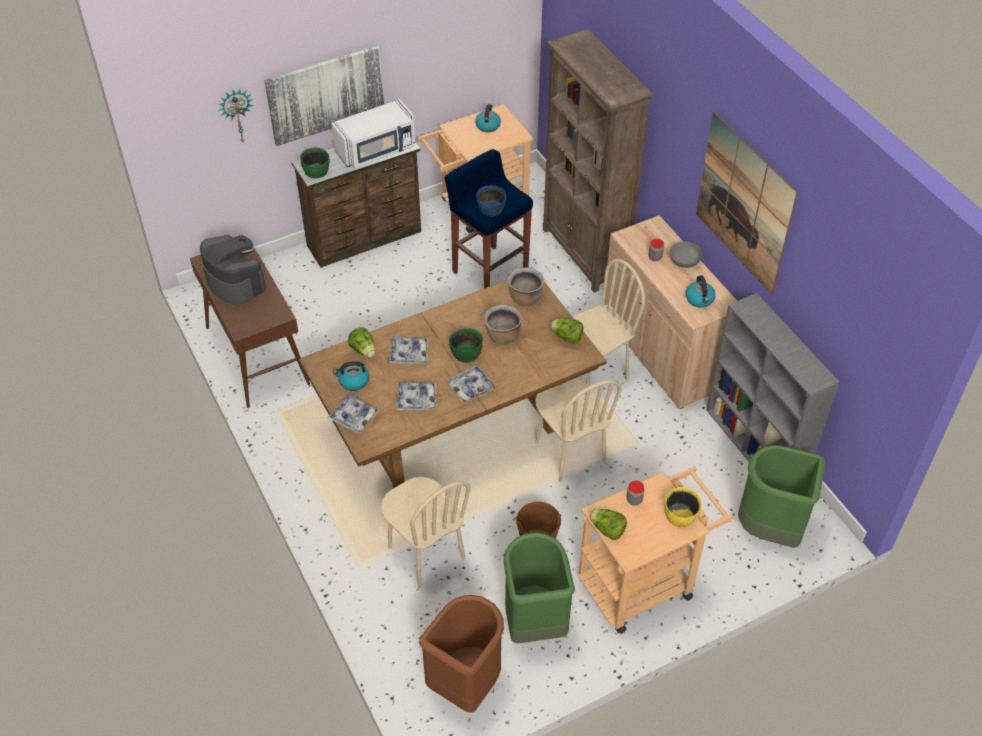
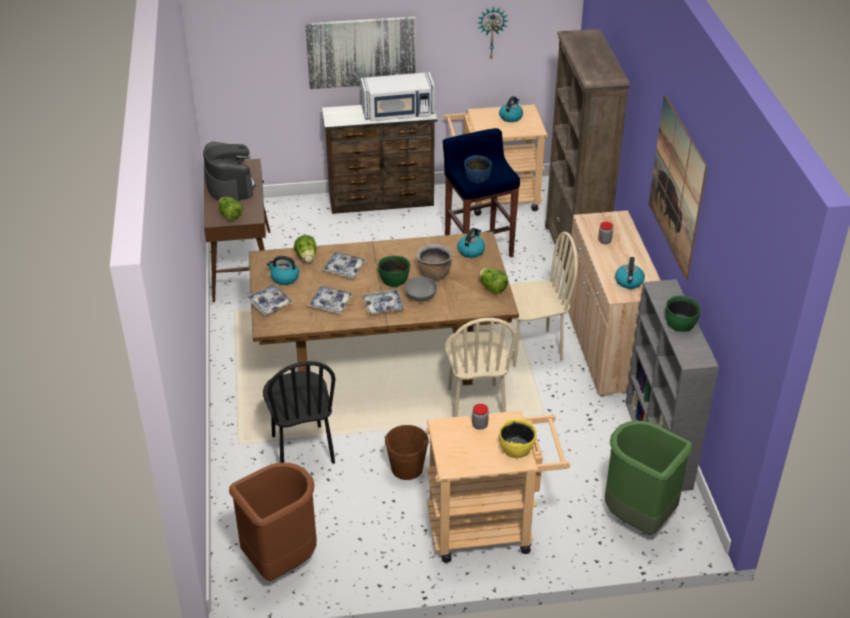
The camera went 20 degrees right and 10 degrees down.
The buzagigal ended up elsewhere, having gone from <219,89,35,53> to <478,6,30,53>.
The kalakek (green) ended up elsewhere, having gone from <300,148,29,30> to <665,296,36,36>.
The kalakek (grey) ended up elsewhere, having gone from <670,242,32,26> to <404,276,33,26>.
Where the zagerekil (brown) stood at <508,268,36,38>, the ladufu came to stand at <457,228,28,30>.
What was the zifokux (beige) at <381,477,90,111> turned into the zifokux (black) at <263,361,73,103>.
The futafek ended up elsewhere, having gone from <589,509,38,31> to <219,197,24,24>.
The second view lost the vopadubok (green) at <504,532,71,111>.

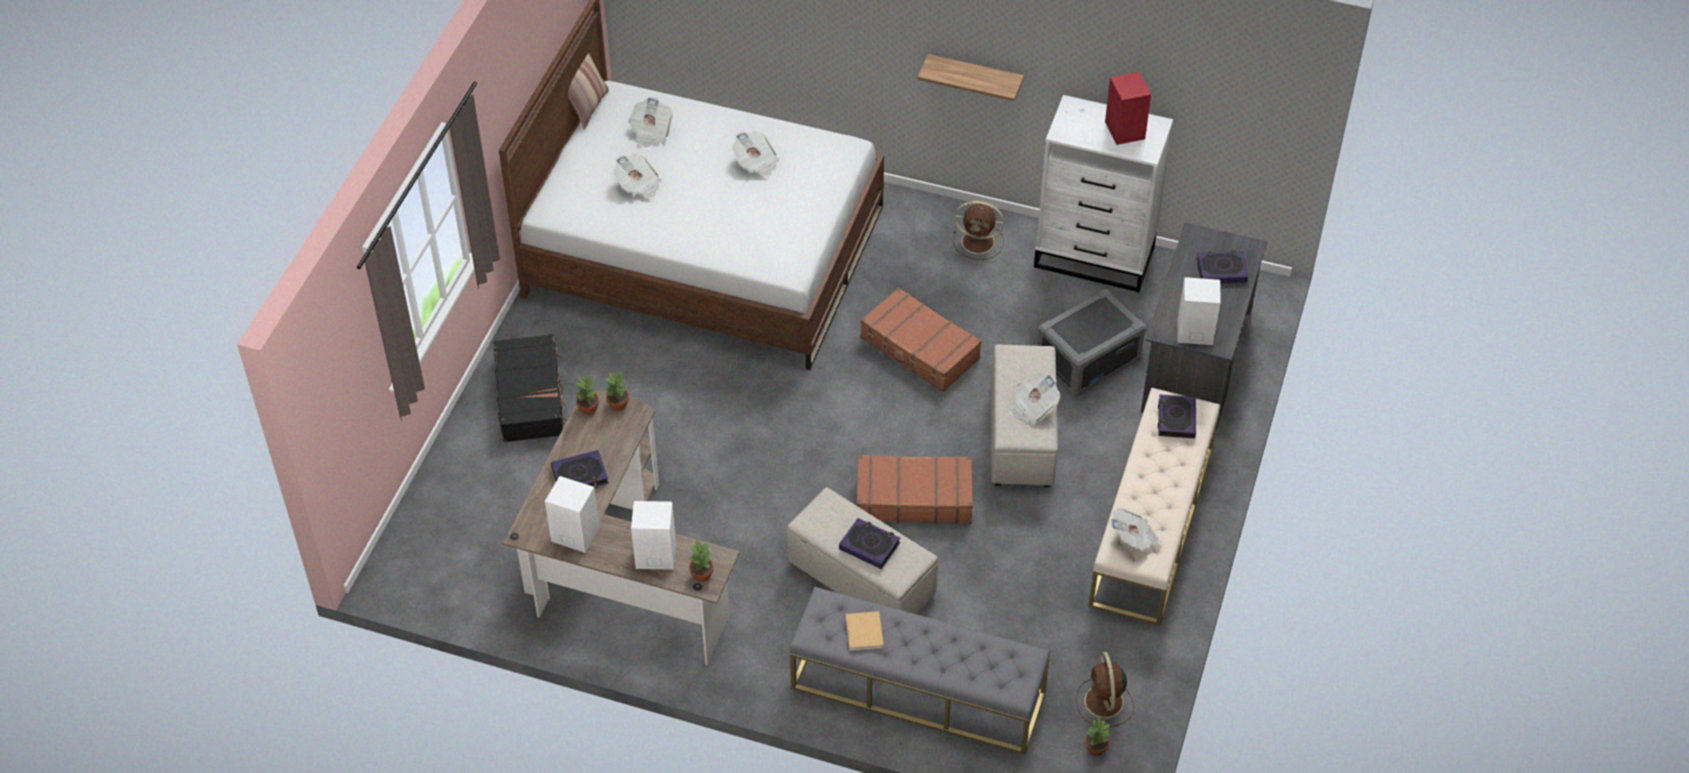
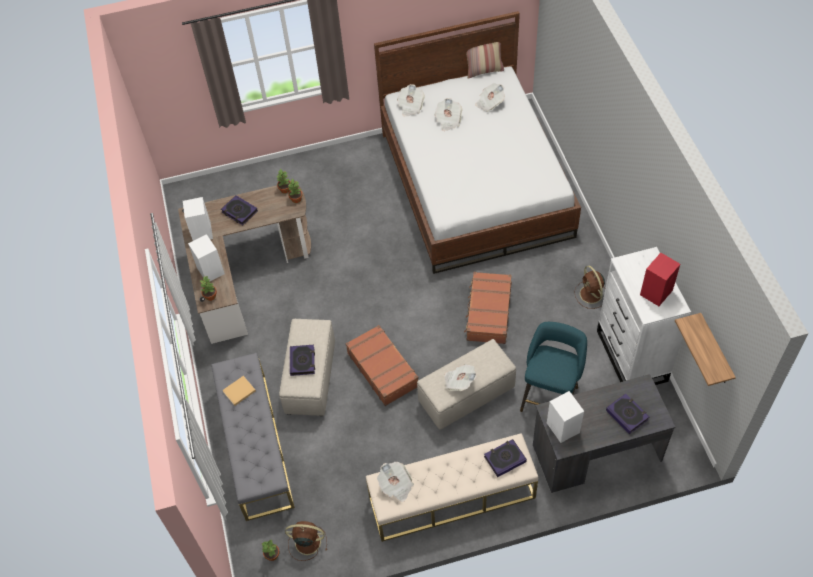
The camera went 60 degrees right and 5 degrees up.
The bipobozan ended up elsewhere, having gone from <917,54,107,47> to <675,313,61,73>.
The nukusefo ended up elsewhere, having gone from <732,131,47,47> to <397,84,28,33>.
Where the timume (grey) stood at <1038,289,108,109>, the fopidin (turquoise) came to stand at <520,322,67,90>.
The second view lost the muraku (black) at <494,334,73,109>.
The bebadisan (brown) at <1076,652,58,75> ended up facing another way, 45 degrees clockwise from before.

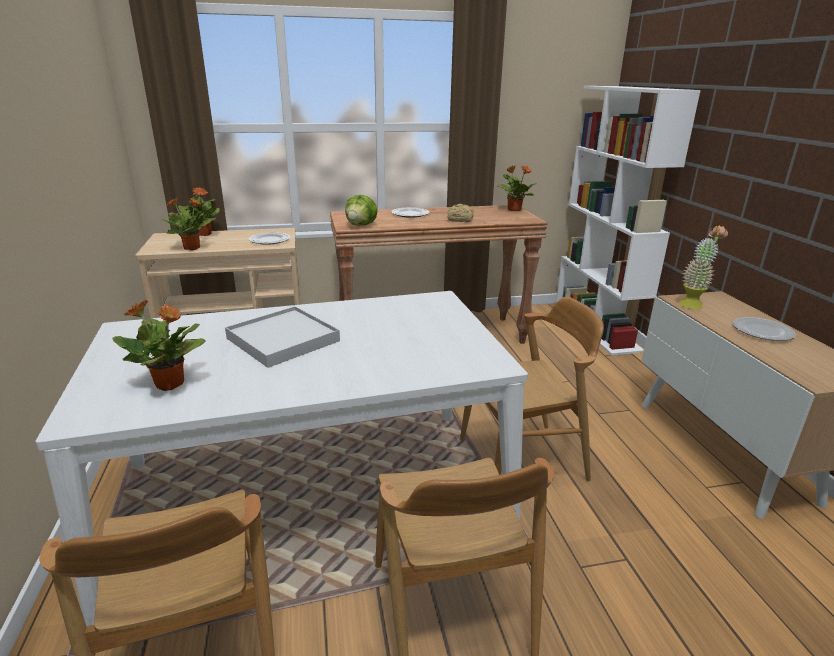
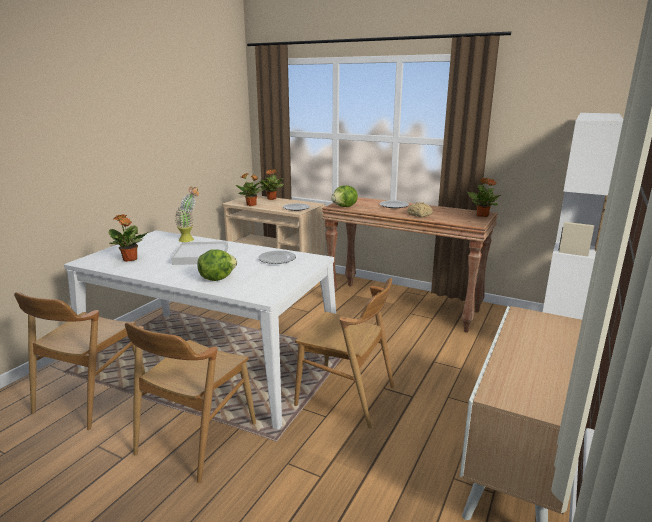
The camera went 40 degrees right and 5 degrees down.
The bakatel ended up elsewhere, having gone from <679,225,49,84> to <175,187,24,55>.
The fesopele ended up elsewhere, having gone from <733,317,63,24> to <258,251,38,13>.
The second view gained the futafek at <197,249,40,32>.

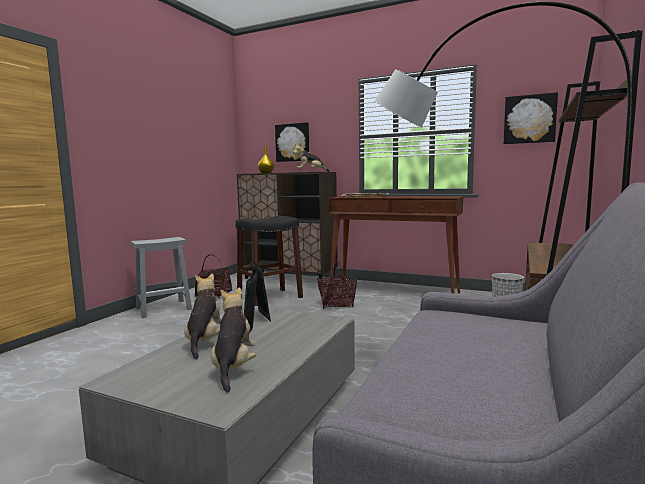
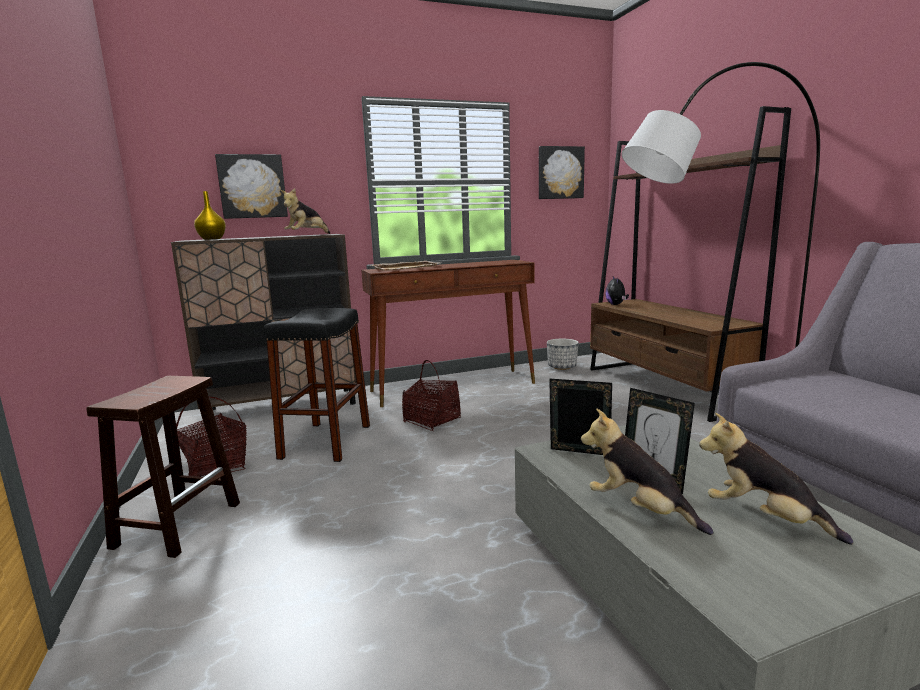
The camera went 45 degrees left and 5 degrees up.
What was the fopidin (grey) at <131,237,61,81> turned into the fopidin (brown) at <86,376,154,182>.
The second view gained the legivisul at <605,276,24,29>.

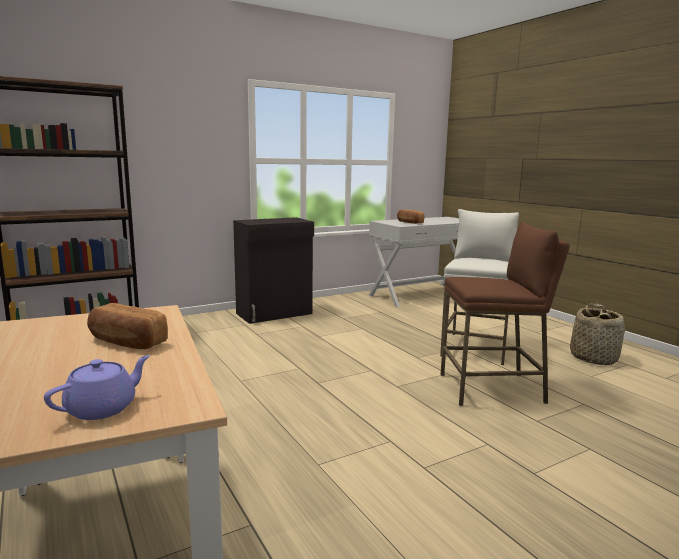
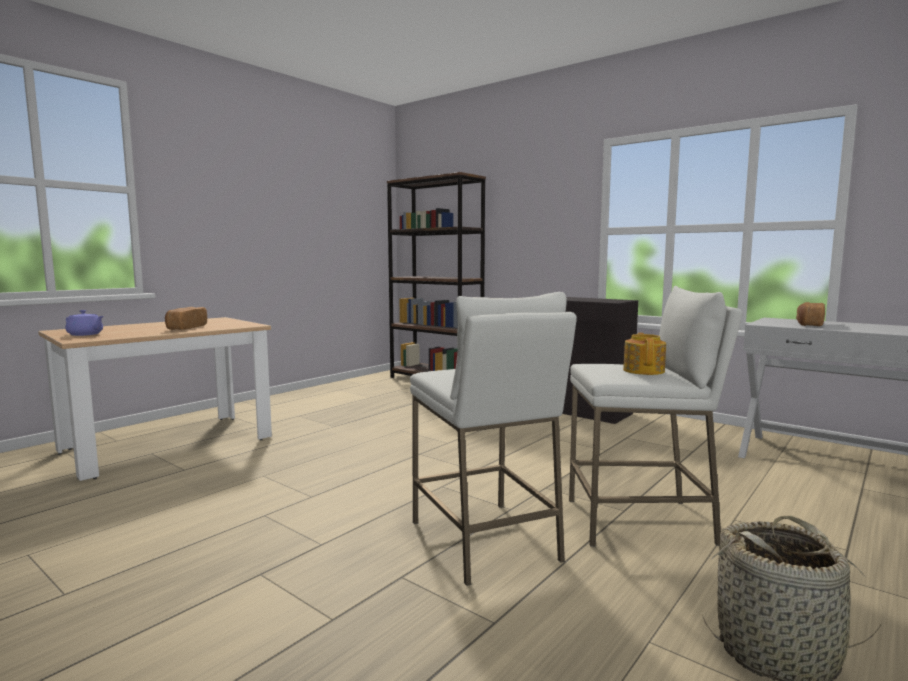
The camera went 70 degrees right and 5 degrees down.
What was the fopidin (brown) at <440,221,130,185> turned into the fopidin (white) at <410,292,167,294>.
The second view gained the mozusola at <623,333,43,42>.

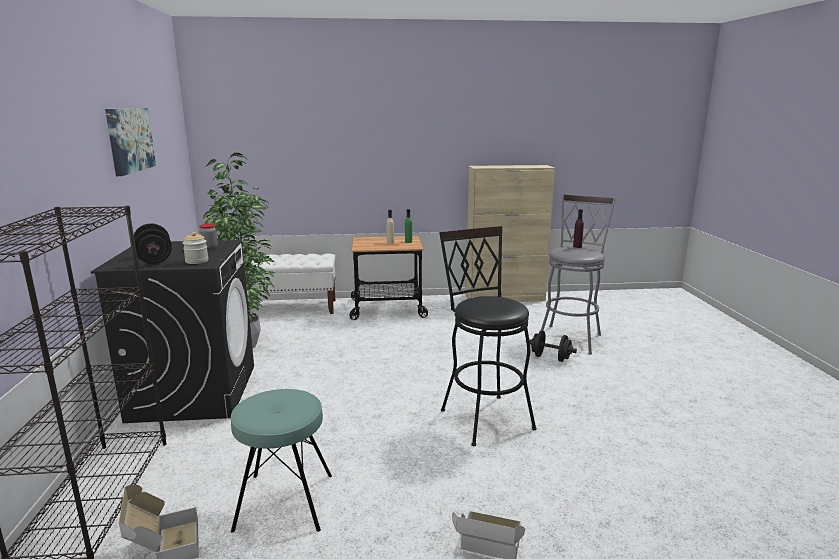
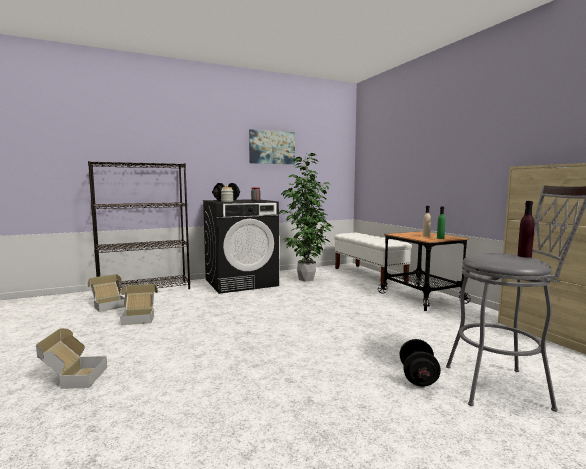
The camera went 70 degrees right and 10 degrees down.
The second view lost the fopidin (black) at <439,226,98,220>.
Where the fopidin (turquoise) stood at <231,389,101,143>, the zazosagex came to stand at <120,284,38,41>.

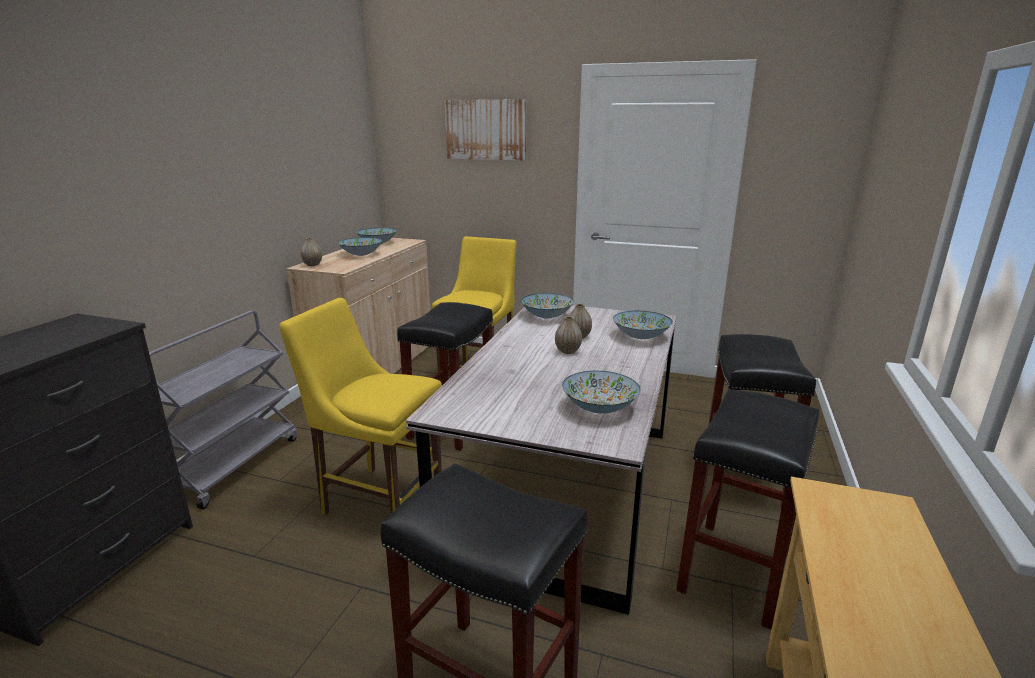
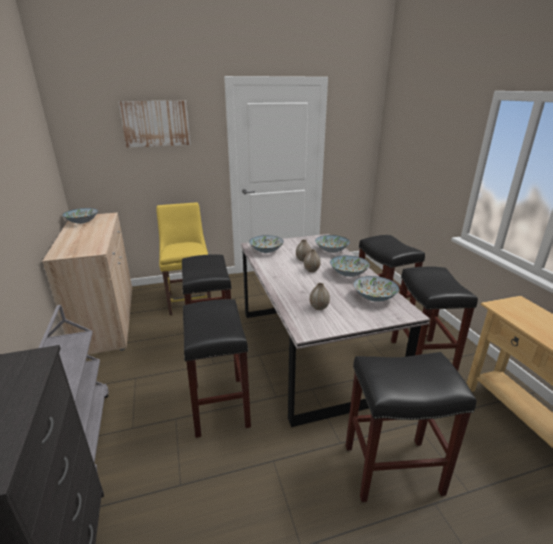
The camera went 35 degrees left and 5 degrees up.
The kalakek ended up elsewhere, having gone from <338,237,44,19> to <330,255,40,22>.
The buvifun ended up elsewhere, having gone from <301,238,21,28> to <309,283,21,27>.
Where the zifokux (yellow) stood at <279,298,163,217>, the fopidin (black) came to stand at <183,299,68,139>.

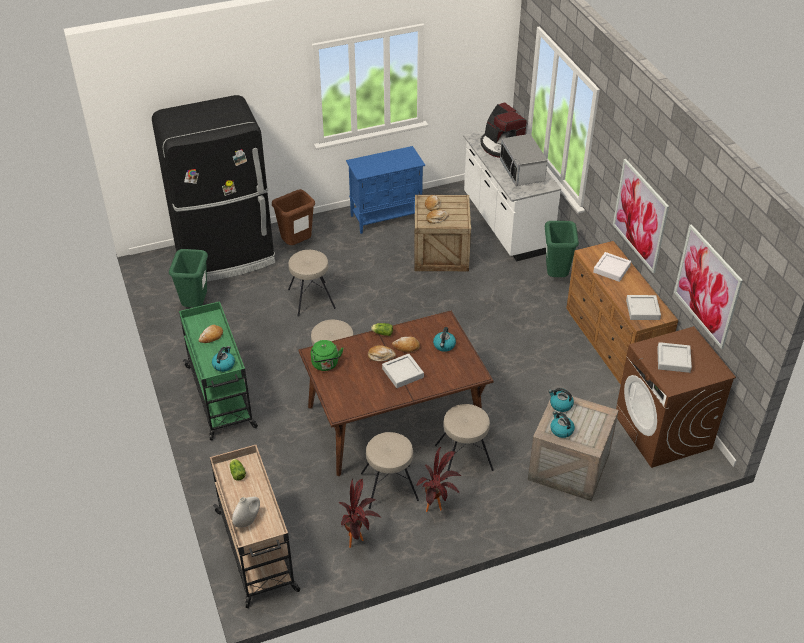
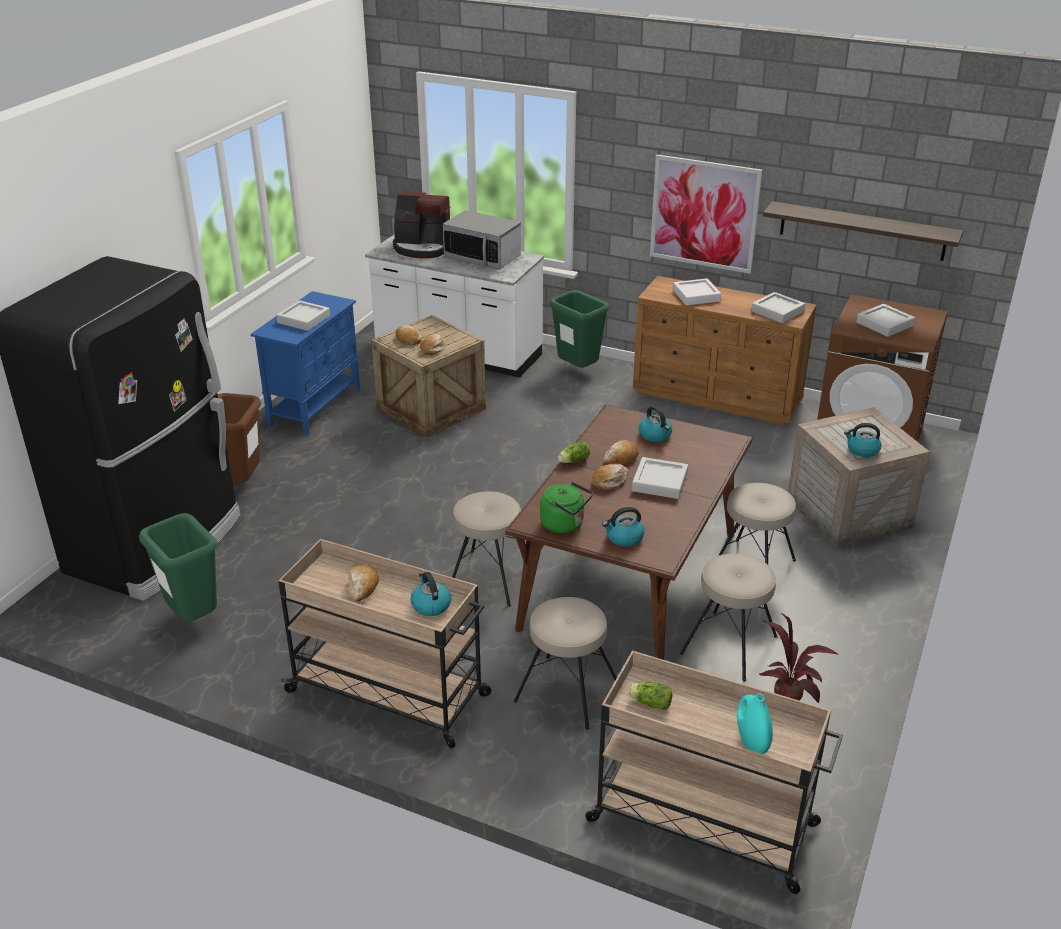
The camera went 45 degrees left and 10 degrees down.
Where the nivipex hung at <674,224,69,125>, the bipobozan came to hang at <763,201,200,60>.
The fopidin (beige) ended up elsewhere, having gone from <288,250,48,67> to <514,597,103,133>.
What was the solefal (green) at <179,301,79,139> turned into the solefal (beige) at <278,539,213,210>.
The ladufu ended up elsewhere, having gone from <548,388,26,24> to <602,507,43,40>.
The second view lost the bakatel at <416,447,45,65>.
What was the buvifun (white) at <232,497,28,31> turned into the buvifun (turquoise) at <737,693,36,61>.
The second view gained the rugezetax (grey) at <276,300,54,31>.

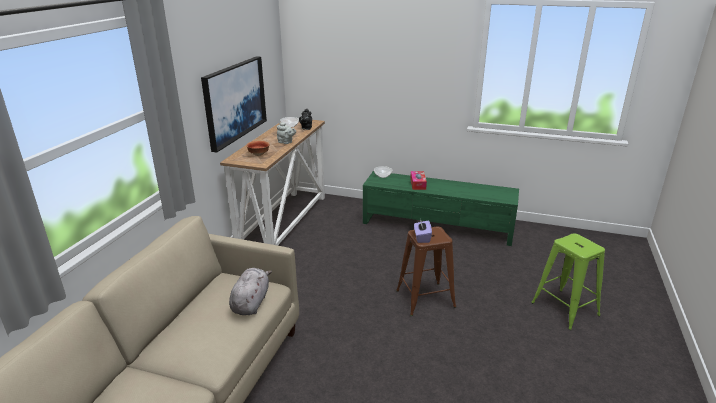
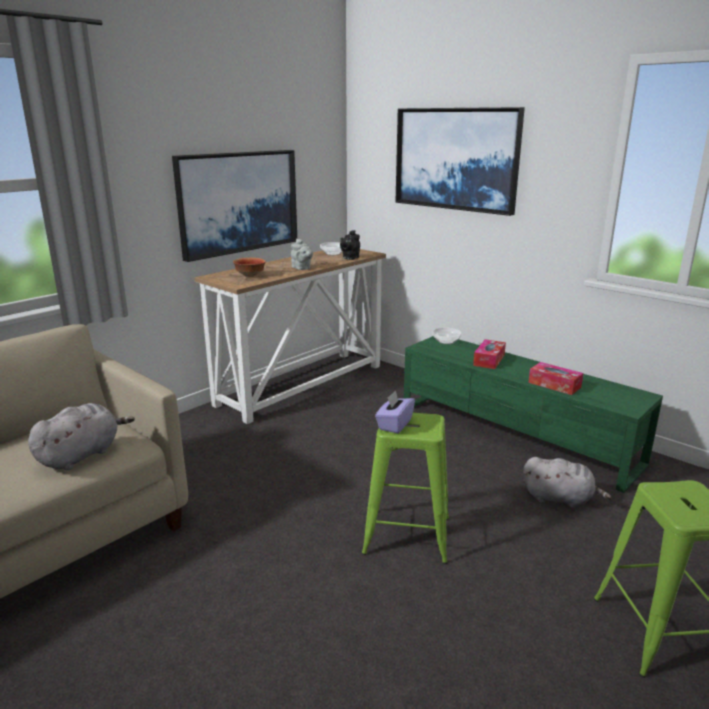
The camera went 25 degrees right and 5 degrees down.
What was the fopidin (brown) at <396,227,60,89> turned into the fopidin (green) at <362,413,87,151>.
The second view gained the nivipex at <396,107,129,109>.
The second view gained the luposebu at <528,362,55,33>.
The second view gained the legivisul (grey) at <523,457,89,51>.

